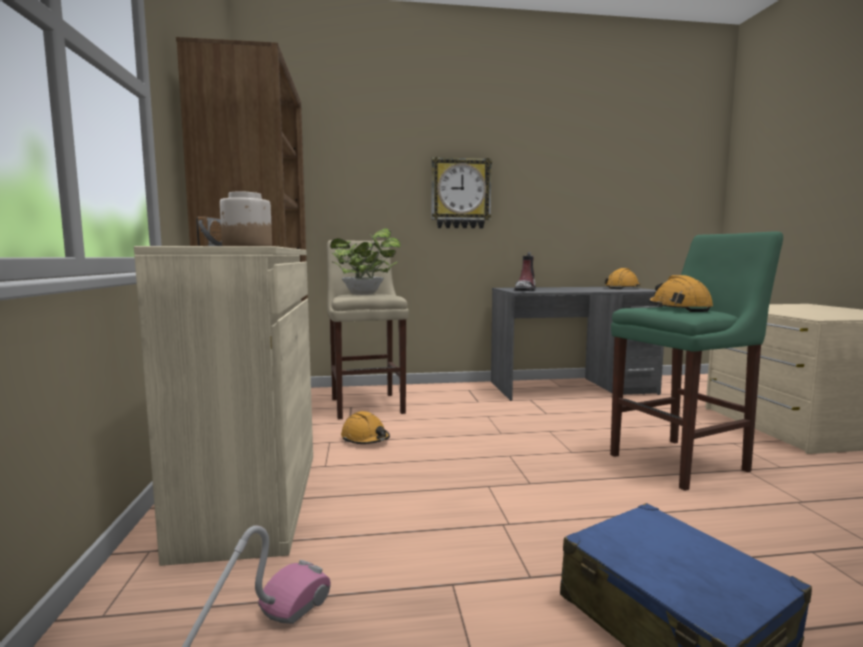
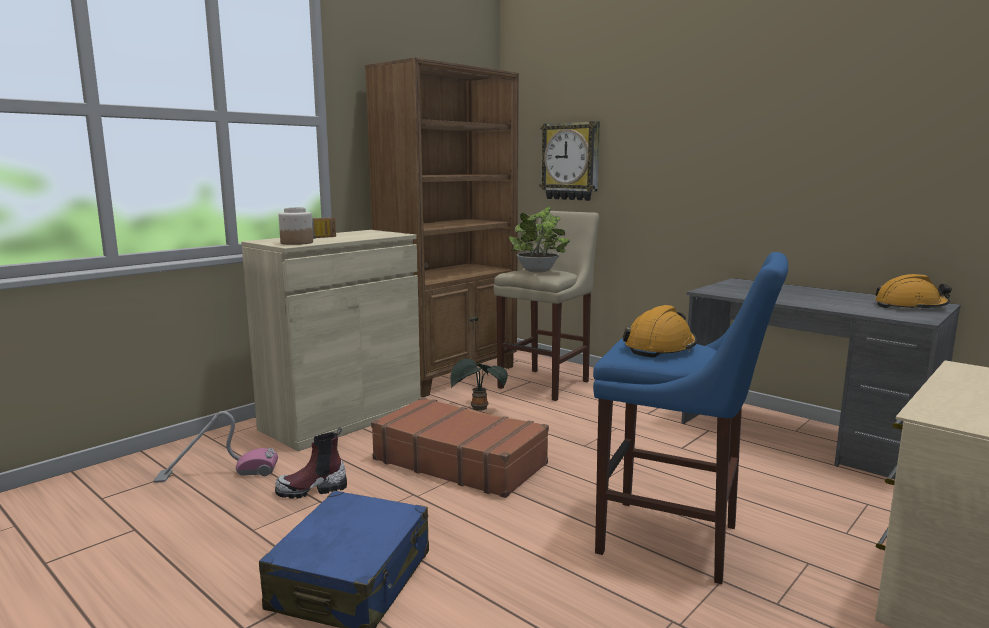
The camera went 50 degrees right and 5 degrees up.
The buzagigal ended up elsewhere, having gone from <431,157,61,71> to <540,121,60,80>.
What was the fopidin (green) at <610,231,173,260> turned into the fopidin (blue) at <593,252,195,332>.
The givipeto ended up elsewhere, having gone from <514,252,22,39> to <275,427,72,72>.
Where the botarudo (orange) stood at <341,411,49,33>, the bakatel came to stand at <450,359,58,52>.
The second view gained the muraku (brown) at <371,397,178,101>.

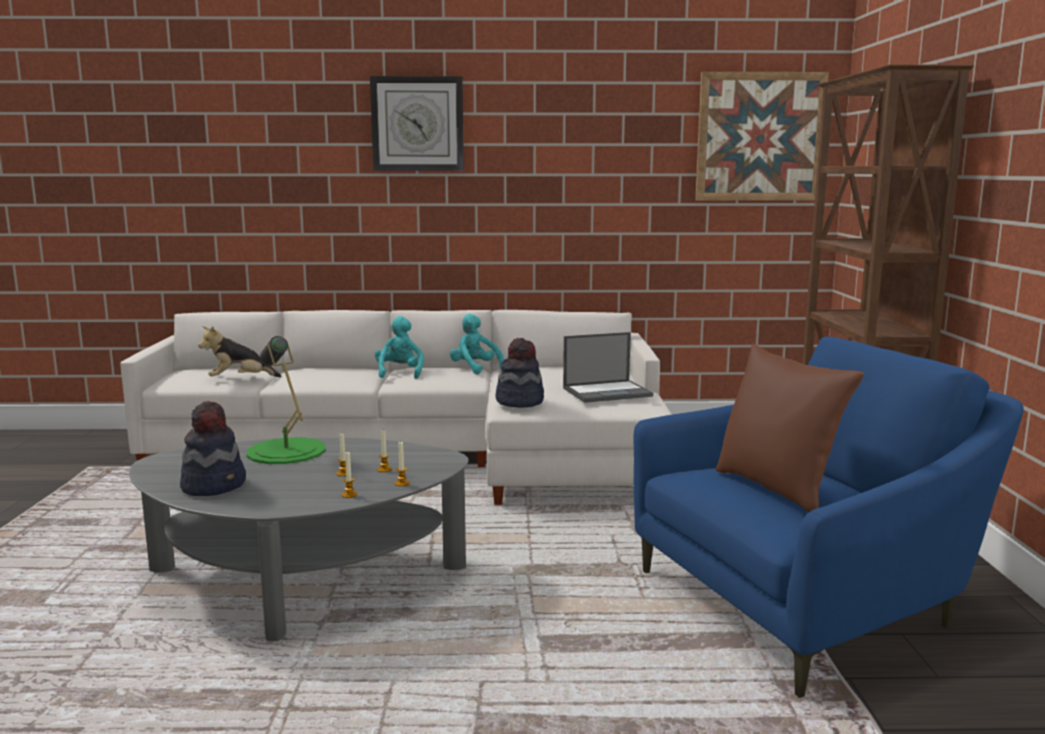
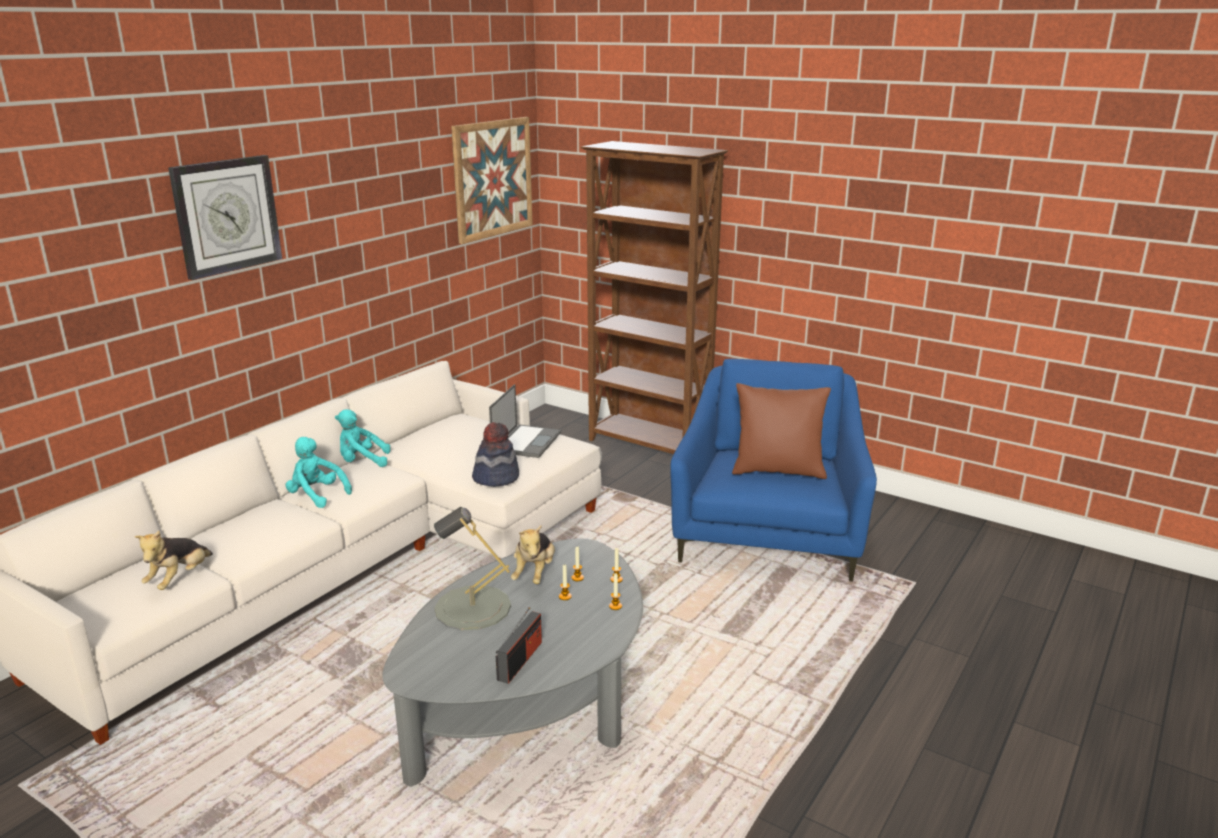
The camera went 55 degrees left and 10 degrees up.
What was the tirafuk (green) at <246,336,80,128> turned into the tirafuk (grey) at <434,507,77,123>.
Where the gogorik stood at <180,401,66,95>, the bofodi came to stand at <496,607,46,77>.
The second view gained the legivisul at <511,525,44,59>.

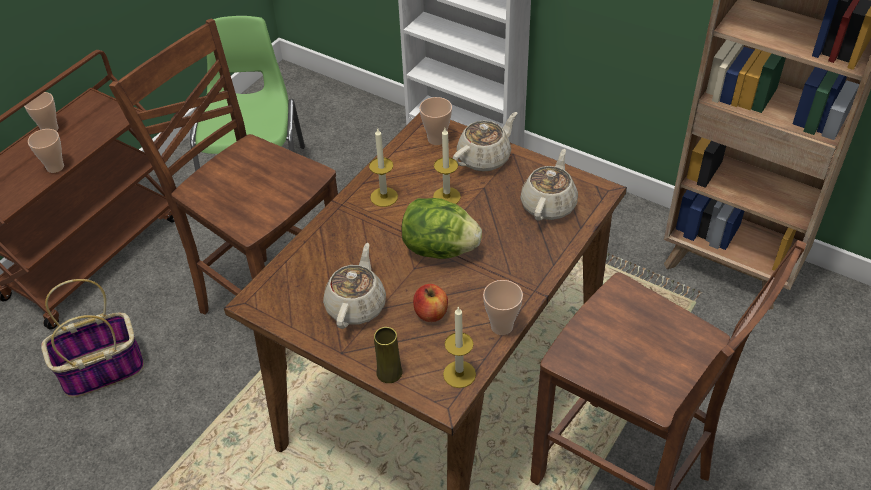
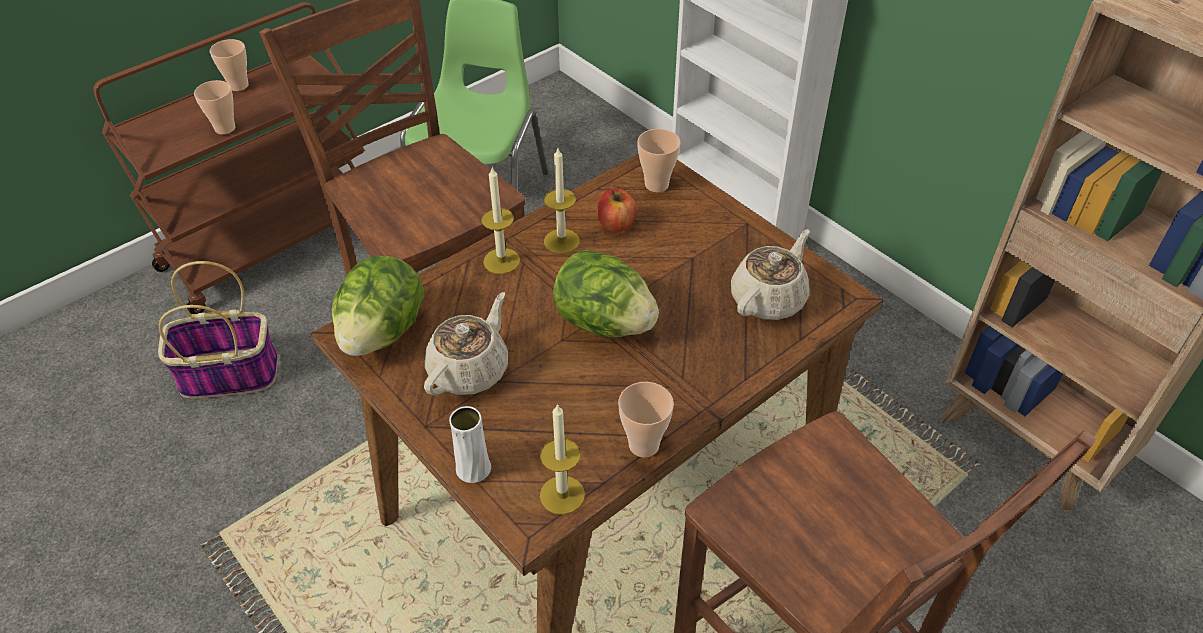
The camera went 15 degrees right and 0 degrees up.
The second view lost the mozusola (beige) at <453,112,65,60>.
The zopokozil ended up elsewhere, having gone from <433,128,28,76> to <481,168,39,106>.
The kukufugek ended up elsewhere, having gone from <413,284,35,38> to <597,188,40,44>.
What was the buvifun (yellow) at <374,327,28,56> turned into the buvifun (white) at <449,406,42,77>.
The second view gained the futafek at <332,256,92,100>.

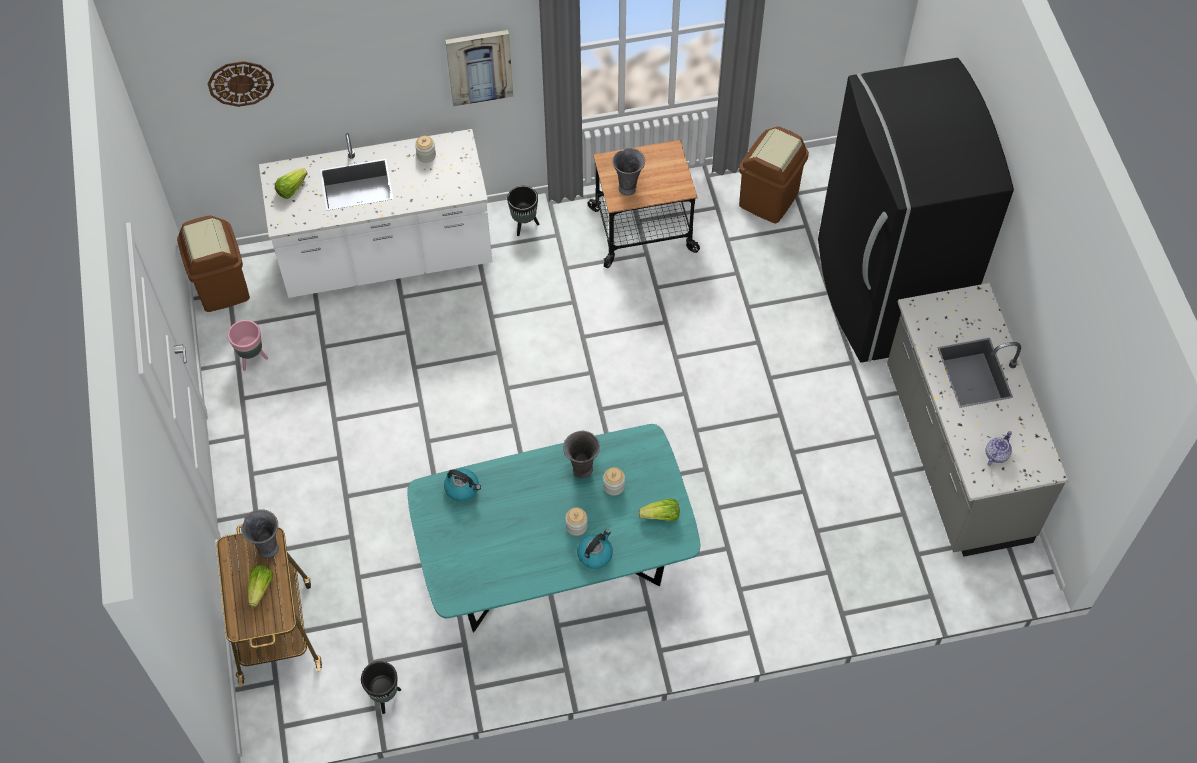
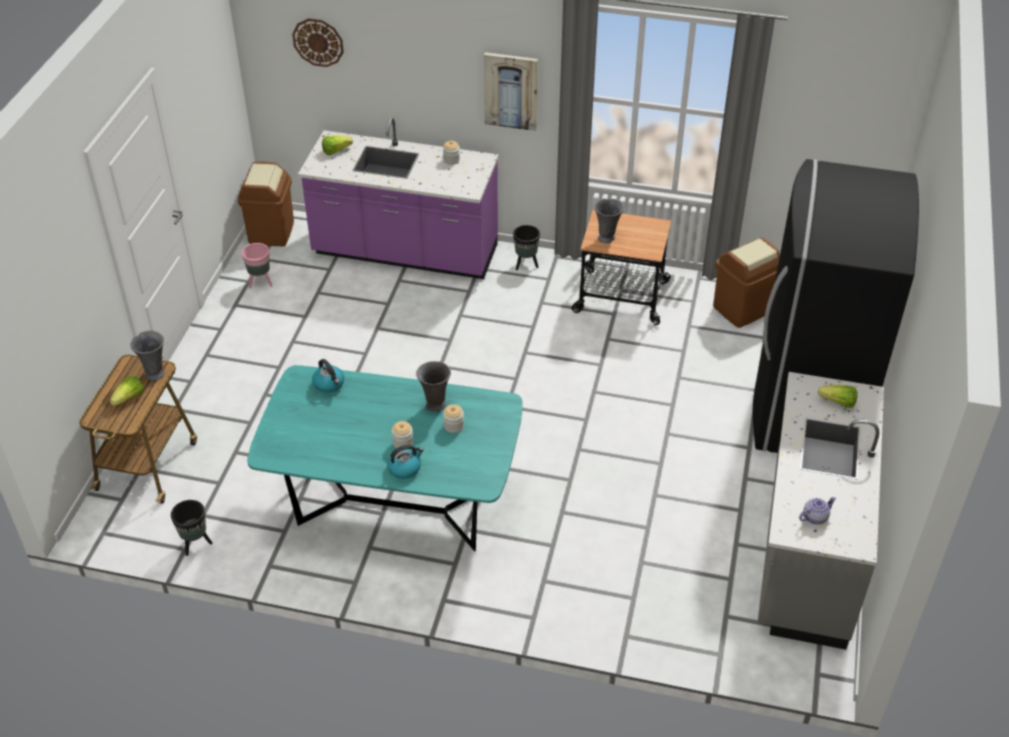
The camera went 25 degrees right and 15 degrees down.
What was the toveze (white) at <259,129,233,169> turned into the toveze (purple) at <298,118,201,161>.
The futafek ended up elsewhere, having gone from <639,498,41,23> to <818,385,40,23>.

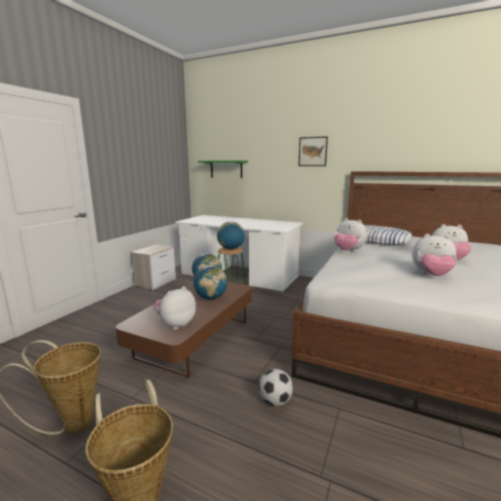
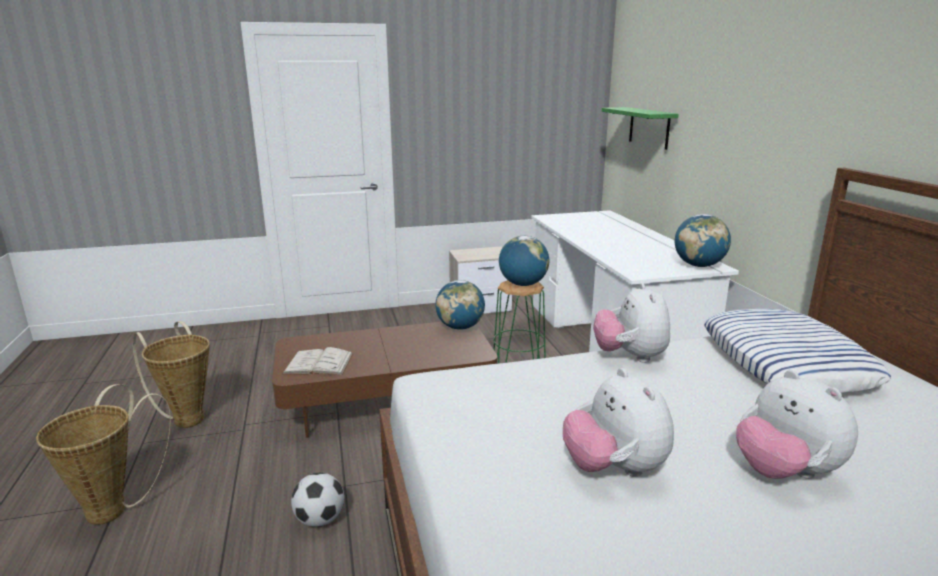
The camera went 50 degrees right and 5 degrees up.
The second view lost the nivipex at <299,136,29,30>.
The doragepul ended up elsewhere, having gone from <193,265,34,34> to <675,214,56,53>.
Where the legivisul stood at <154,286,42,44>, the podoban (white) came to stand at <282,347,72,28>.

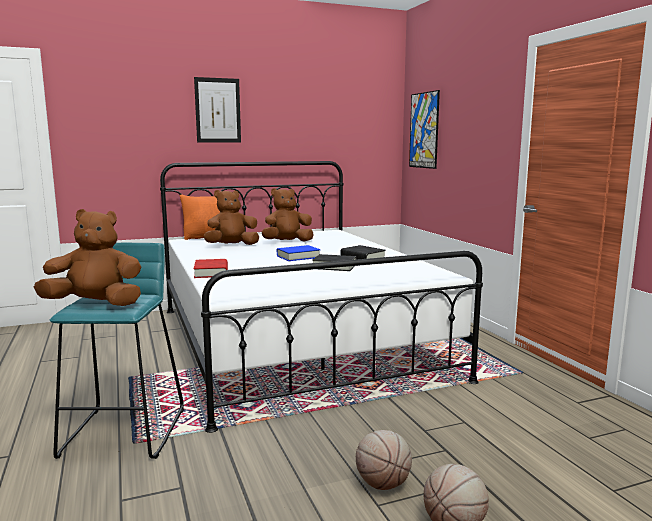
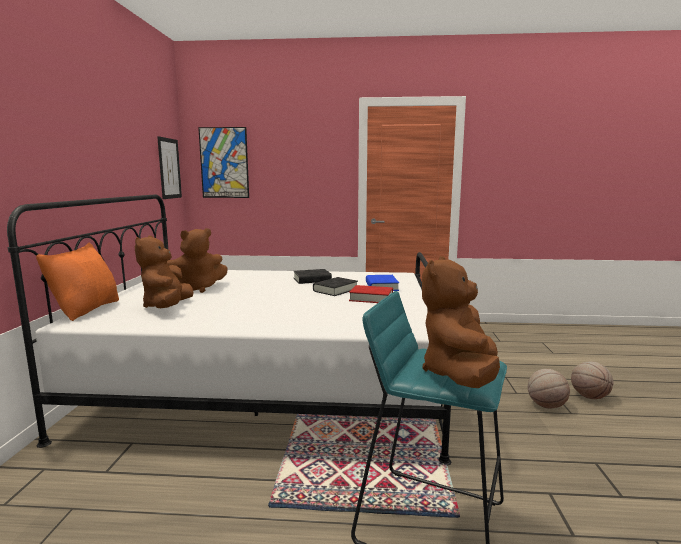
The camera went 65 degrees left and 0 degrees up.
The nivipex ended up elsewhere, having gone from <194,77,47,66> to <157,136,25,63>.
The legivisul (brown) at <262,188,52,54> ended up facing another way, 120 degrees counterclockwise from before.
The podoban (blue) ended up elsewhere, having gone from <277,245,44,16> to <366,275,33,16>.
The podoban (red) ended up elsewhere, having gone from <193,259,35,19> to <349,285,44,18>.

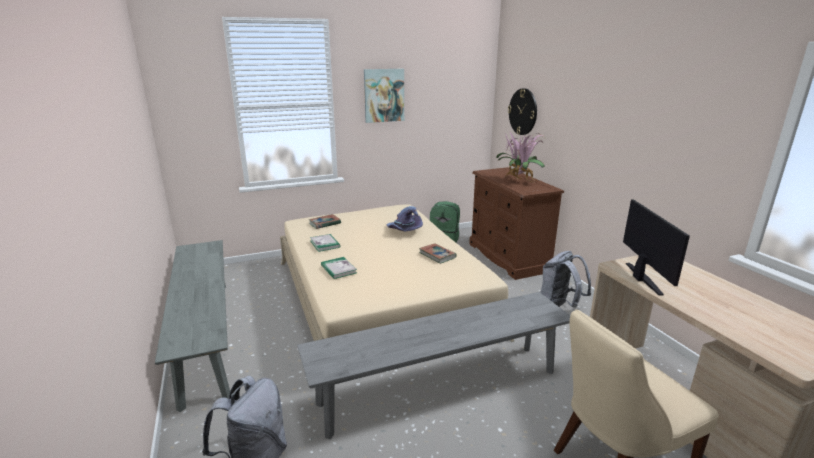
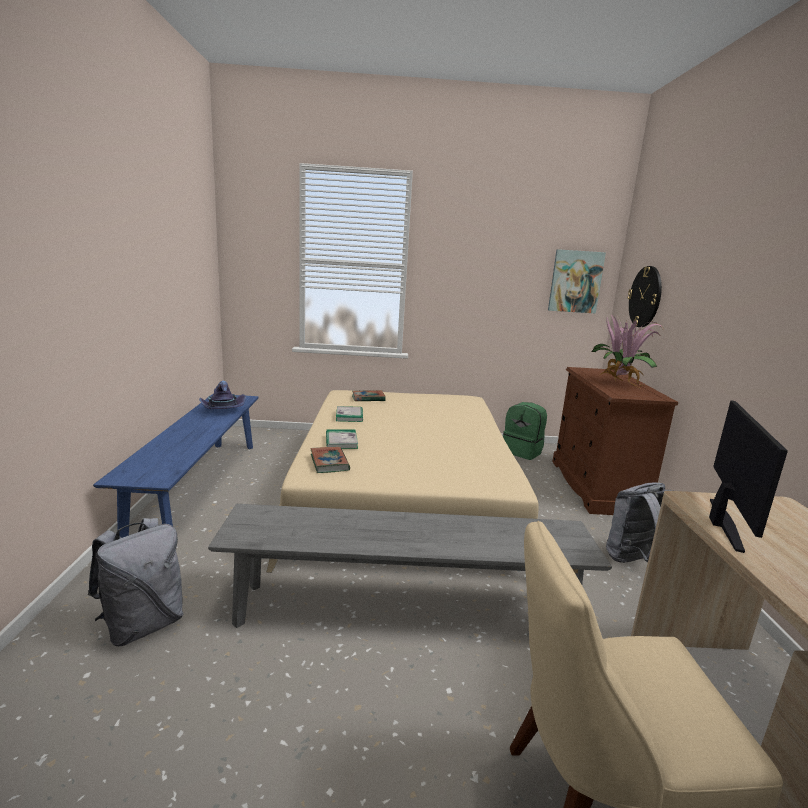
The camera went 20 degrees right and 5 degrees down.
The nivipex ended up elsewhere, having gone from <364,69,40,54> to <548,249,58,65>.
The gogorik (purple) ended up elsewhere, having gone from <386,206,37,25> to <199,381,47,28>.
What was the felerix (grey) at <155,240,75,172> turned into the felerix (blue) at <93,394,166,144>.
The podoban ended up elsewhere, having gone from <419,243,38,21> to <310,447,40,26>.

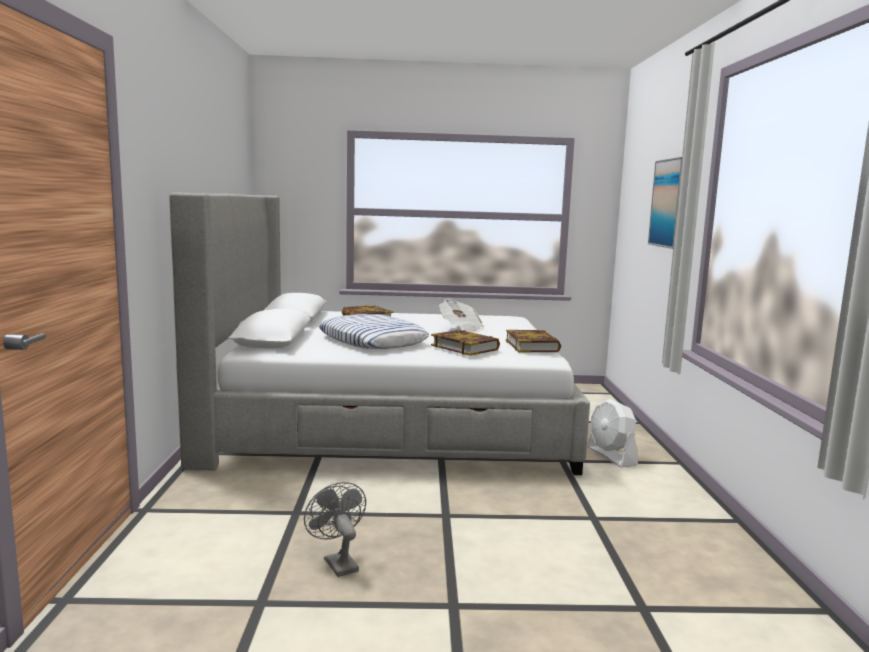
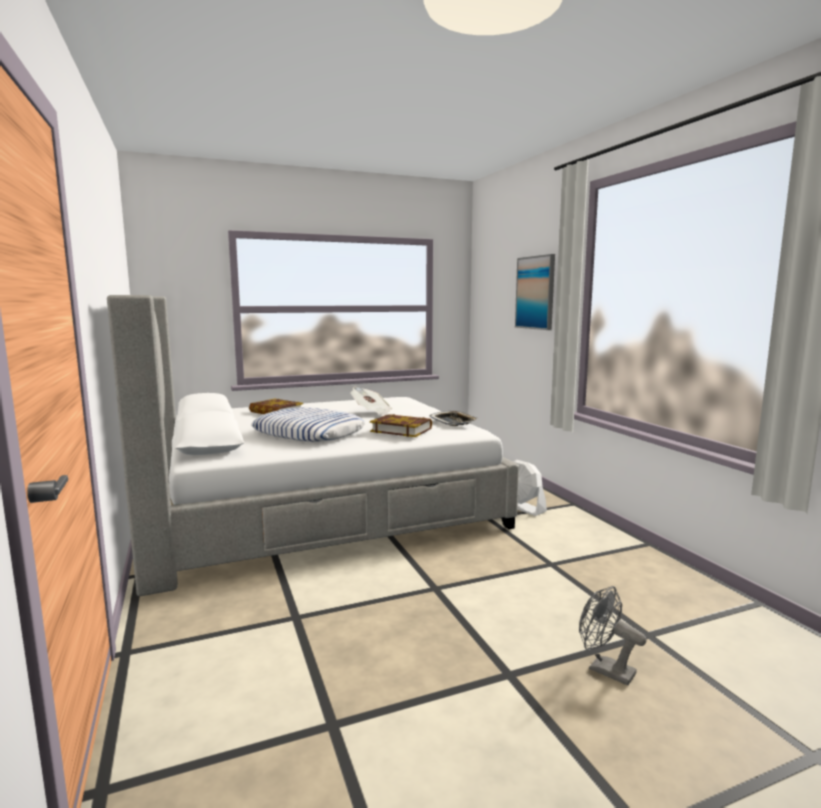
The camera went 20 degrees left and 0 degrees up.
Where the podoban stood at <506,330,55,22>, the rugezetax came to stand at <429,411,49,15>.
The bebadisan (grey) ended up elsewhere, having gone from <304,482,62,95> to <579,586,68,100>.

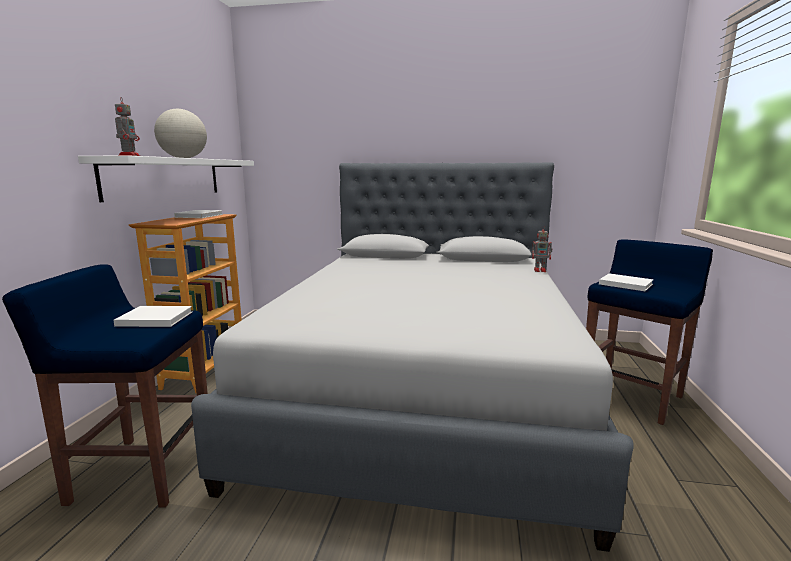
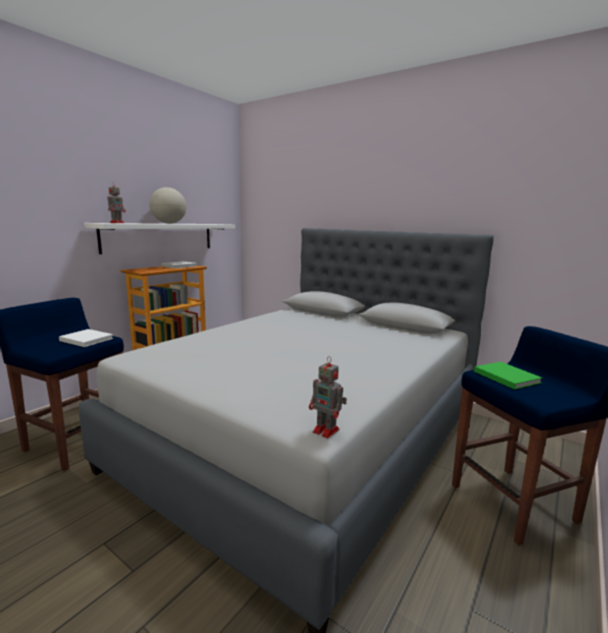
The camera went 25 degrees right and 0 degrees up.
The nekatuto ended up elsewhere, having gone from <532,226,20,46> to <309,356,38,82>.
What was the podoban (white) at <599,273,55,18> turned into the podoban (green) at <474,362,68,27>.

